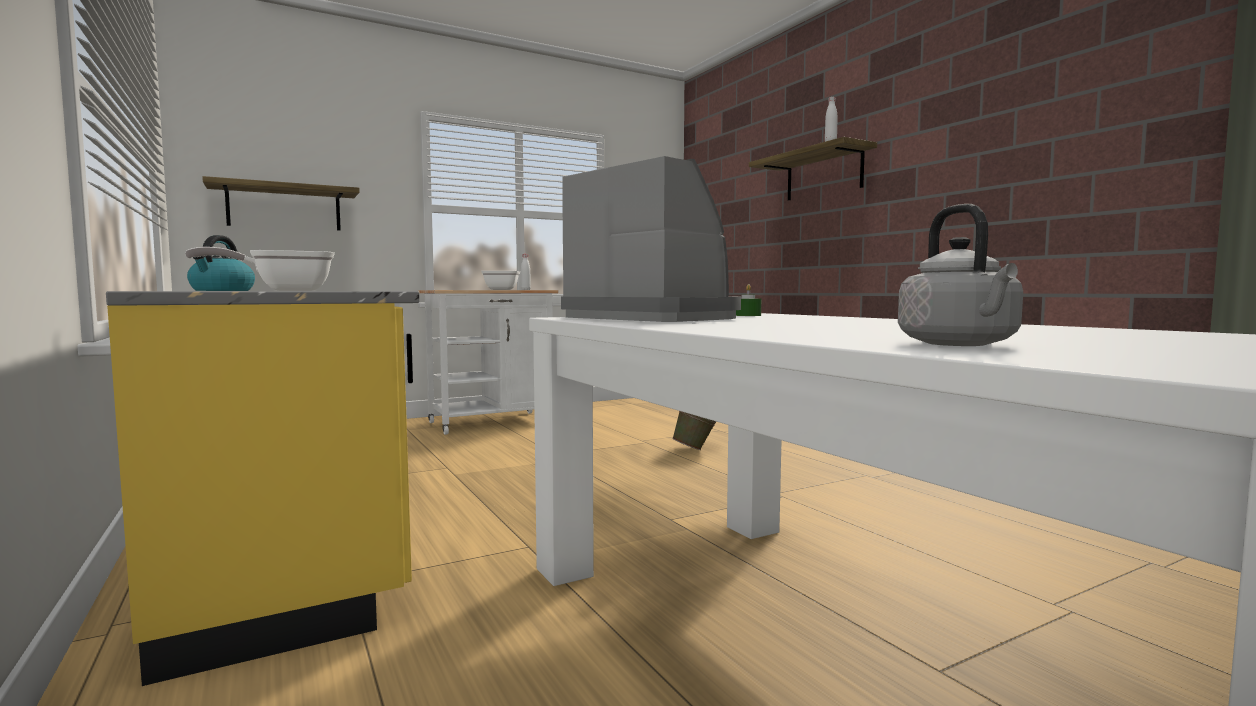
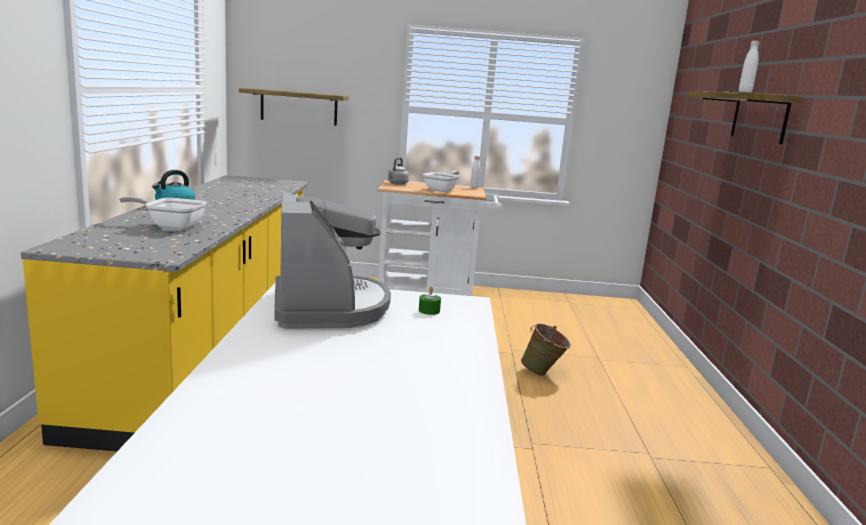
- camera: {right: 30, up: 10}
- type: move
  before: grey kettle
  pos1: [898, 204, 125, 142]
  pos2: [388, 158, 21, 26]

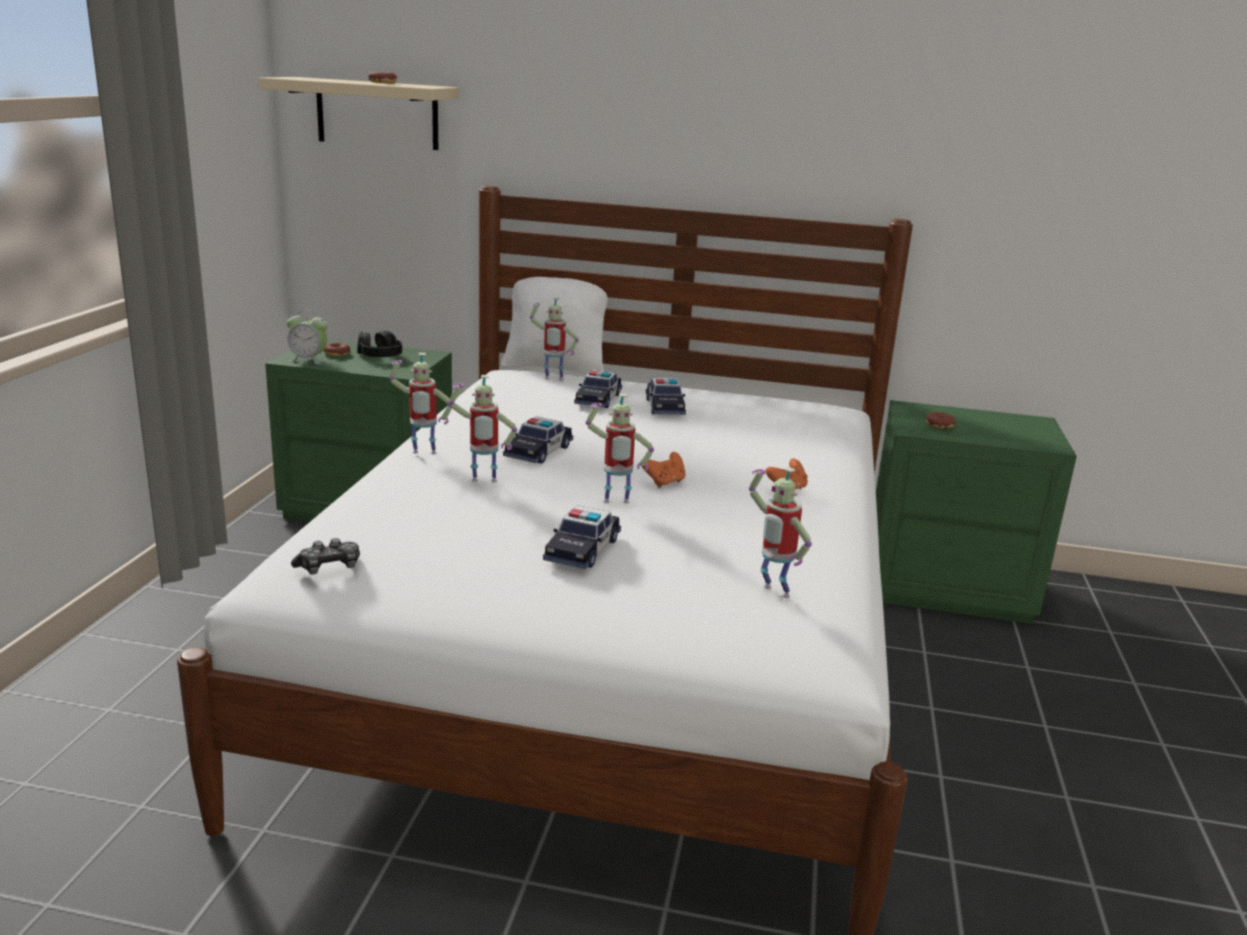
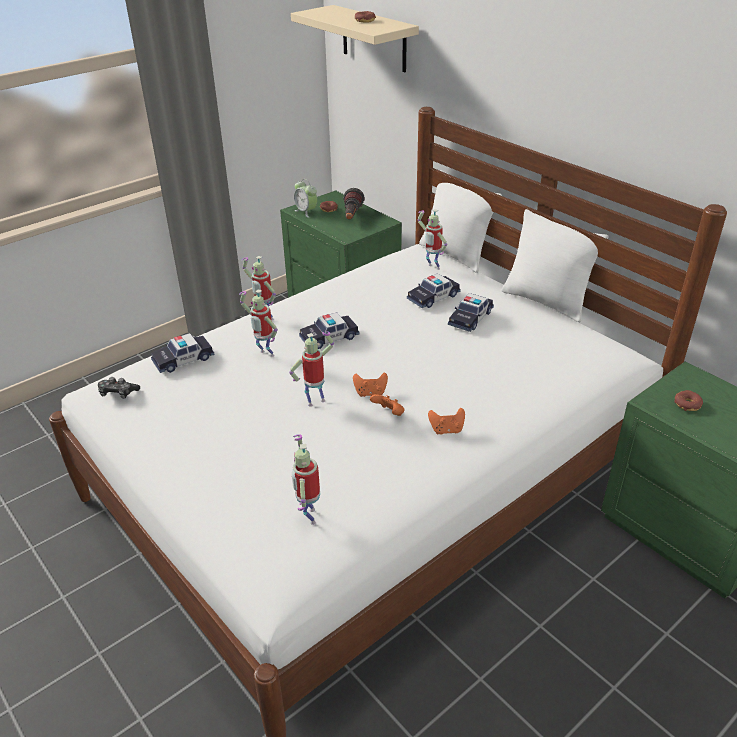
- camera: {right: 40, up: 15}
- type: insert
  after: orange game controller
  pos2: [370, 394, 34, 22]
- type: insert
  after: white pillow
  pos2: [501, 209, 107, 113]
- type: move
  before: toy car
  pos1: [543, 505, 78, 64]
  pos2: [151, 333, 63, 40]
- type: replace
  before: black headphones
  after: flashlight
  pos1: [357, 331, 45, 26]
  pos2: [343, 188, 22, 31]
- type: rotate
  before: toy robot
  pos1: [586, 394, 68, 110]
  pos2: [289, 331, 45, 75]
  turn: 120

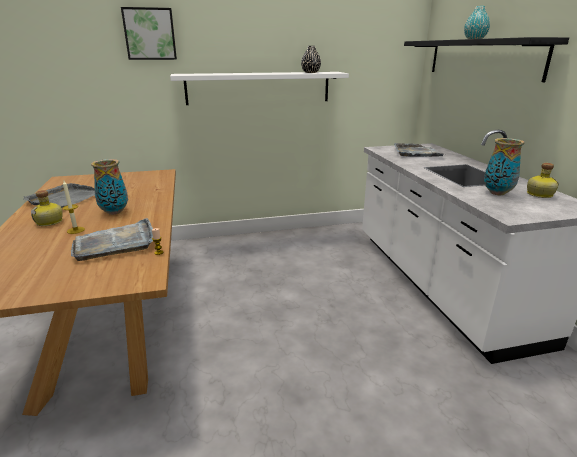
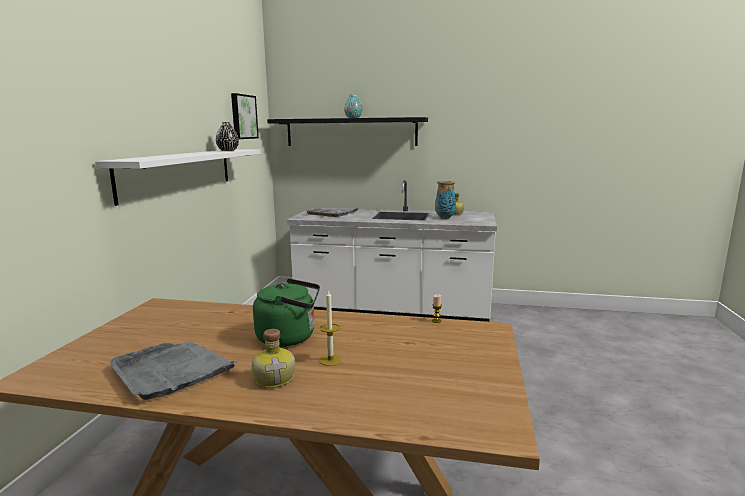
- camera: {right: -65, up: -10}
- type: delete
  before: grey tray
  pos1: [71, 218, 82, 43]
- type: move
  before: picture
  pos1: [121, 7, 56, 53]
  pos2: [231, 93, 28, 46]
- type: replace
  before: vase
  after: green kettle
  pos1: [91, 159, 37, 56]
  pos2: [253, 278, 67, 69]

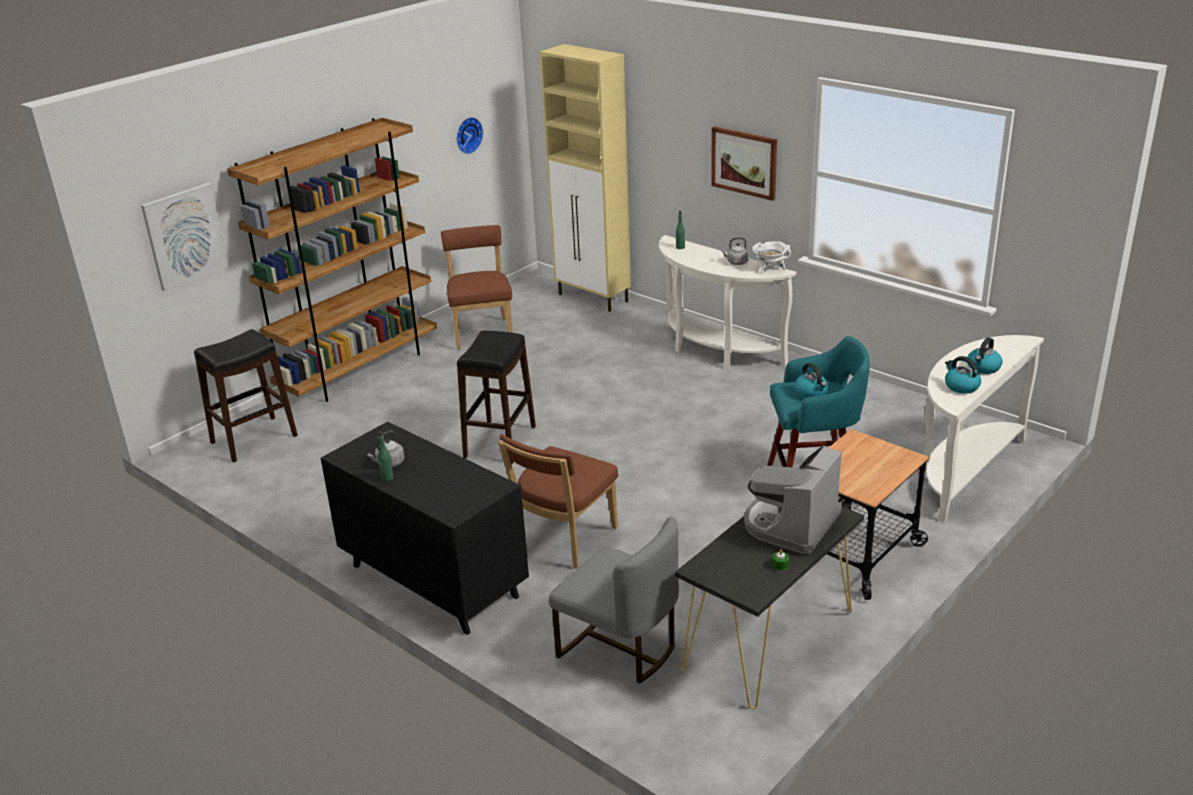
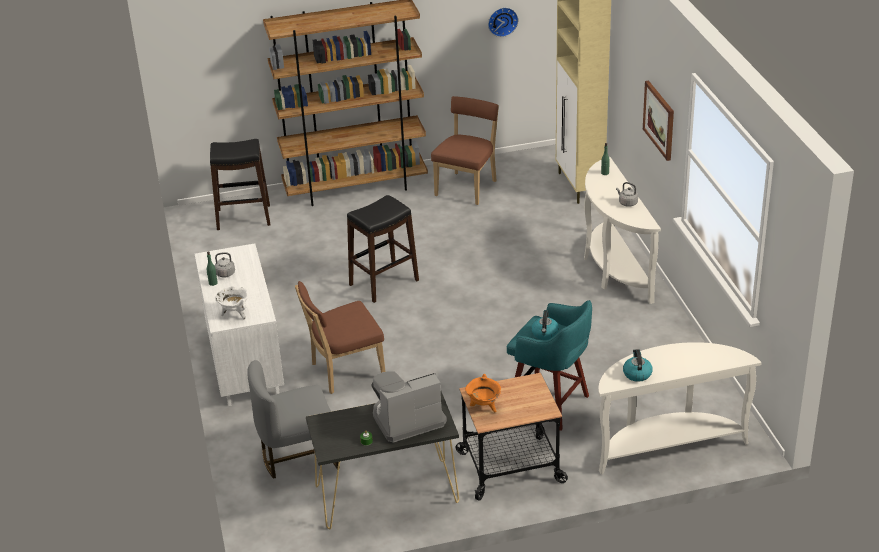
- camera: {right: 35, up: 5}
- type: delete
  before: picture
  pos1: [141, 183, 88, 108]
- type: delete
  before: kettle
  pos1: [967, 337, 35, 37]
- type: insert
  after: orange cooking pot
  pos2: [465, 374, 36, 39]
- type: move
  before: white cooking pot
  pos1: [752, 241, 39, 33]
  pos2: [215, 286, 33, 33]
- type: recolor
  before: black dresser
  after: white dresser
  pos1: [321, 421, 208, 214]
  pos2: [195, 244, 89, 162]
- type: rotate
  before: grey chair
  pos1: [549, 517, 130, 166]
  pos2: [247, 360, 93, 119]
  turn: 90

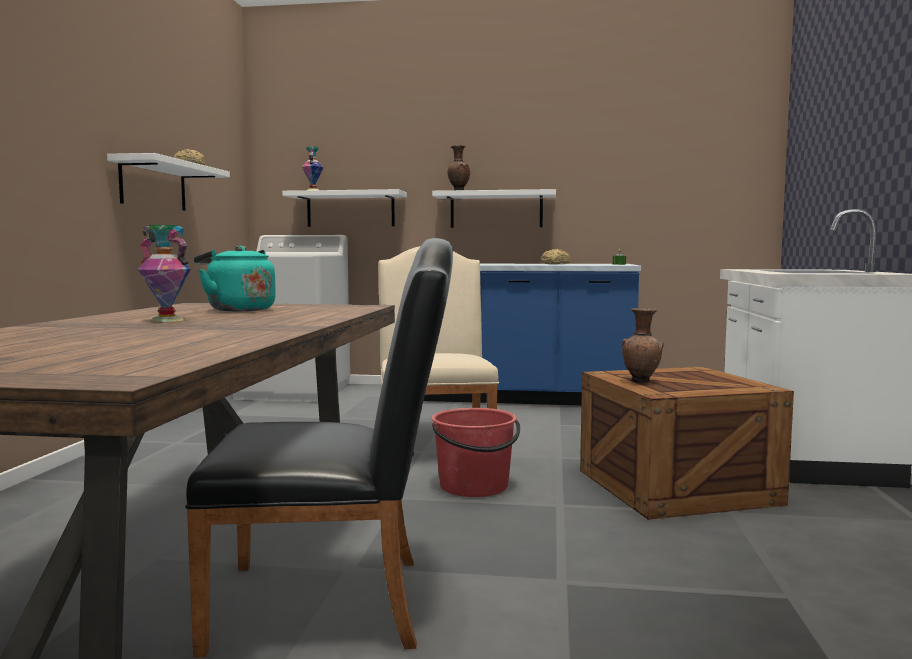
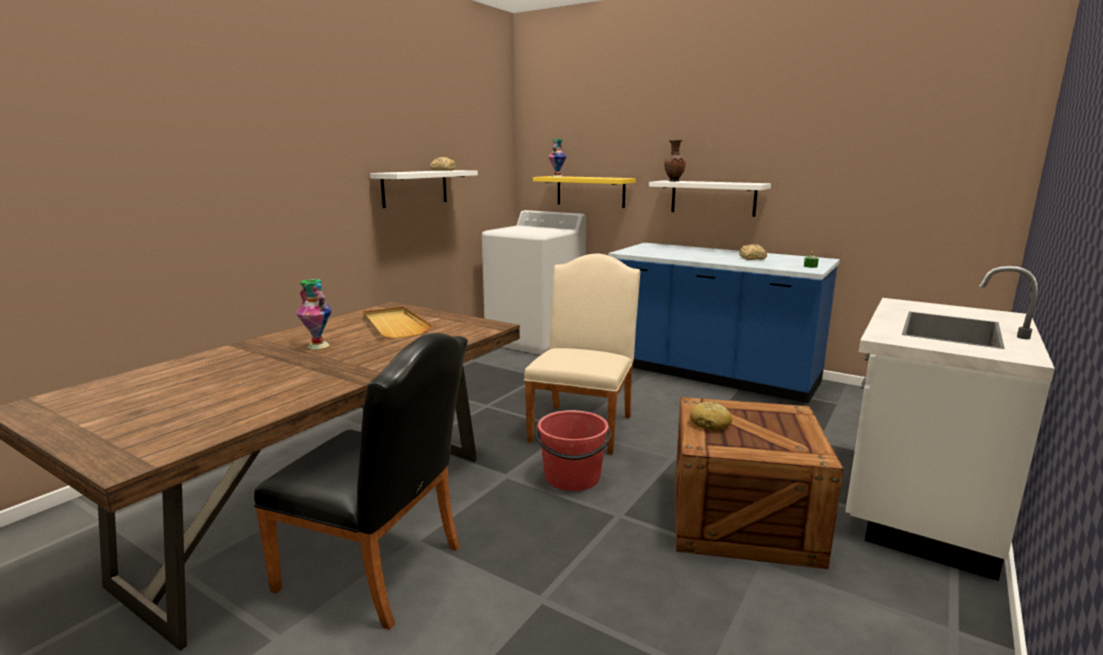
- camera: {right: 25, up: 10}
- type: replace
  before: turquoise kettle
  after: beige tray
  pos1: [194, 246, 82, 65]
  pos2: [363, 307, 69, 32]
- type: replace
  before: brown vase
  after: bread
  pos1: [622, 308, 42, 76]
  pos2: [690, 402, 42, 28]
- type: recolor
  before: white shelf
  after: yellow shelf
  pos1: [282, 189, 125, 38]
  pos2: [533, 176, 103, 32]

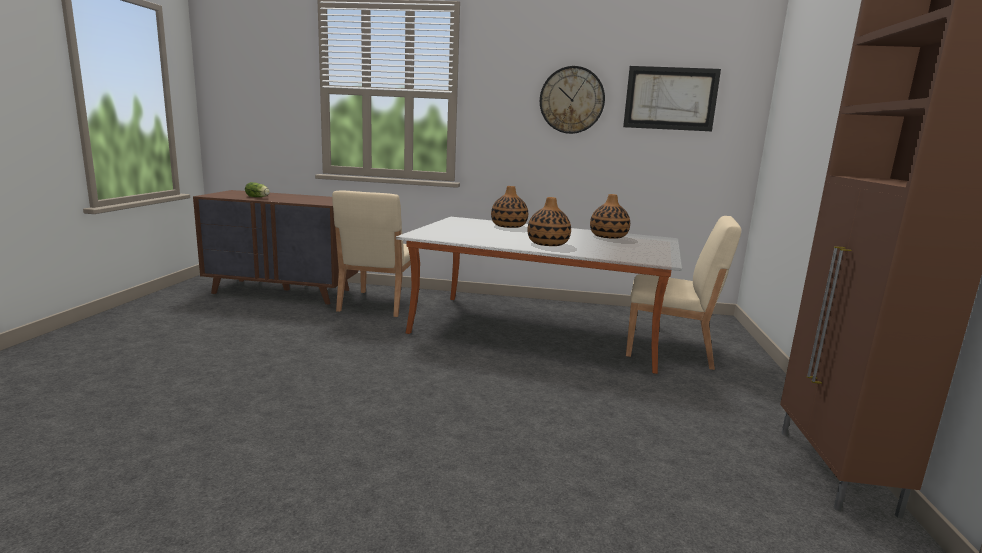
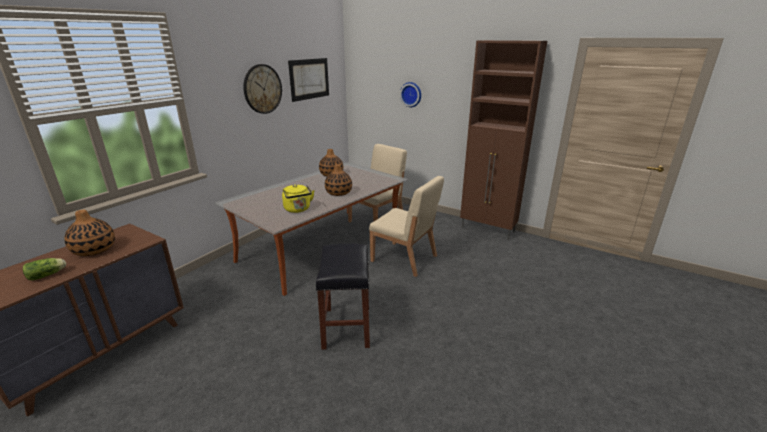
- camera: {right: -65, up: 10}
- type: insert
  after: yellow kettle
  pos2: [282, 185, 33, 28]
- type: insert
  after: black stool
  pos2: [316, 243, 54, 107]
- type: insert
  after: wall clock
  pos2: [400, 82, 21, 25]
- type: move
  before: beige chair
  pos1: [332, 190, 79, 127]
  pos2: [369, 176, 75, 101]
- type: move
  before: vase
  pos1: [491, 186, 37, 42]
  pos2: [64, 210, 51, 46]

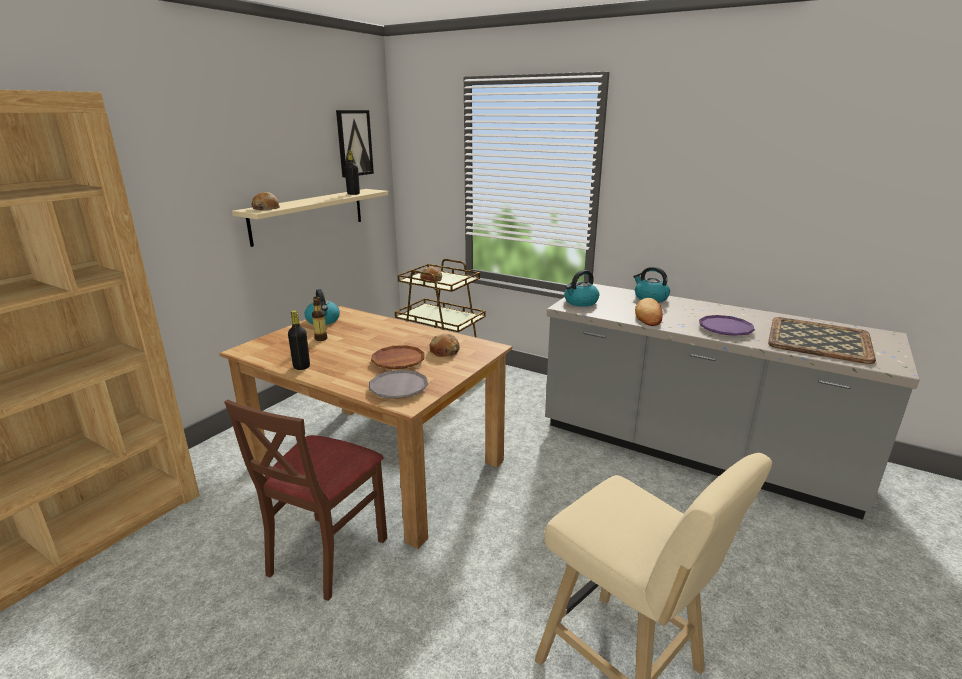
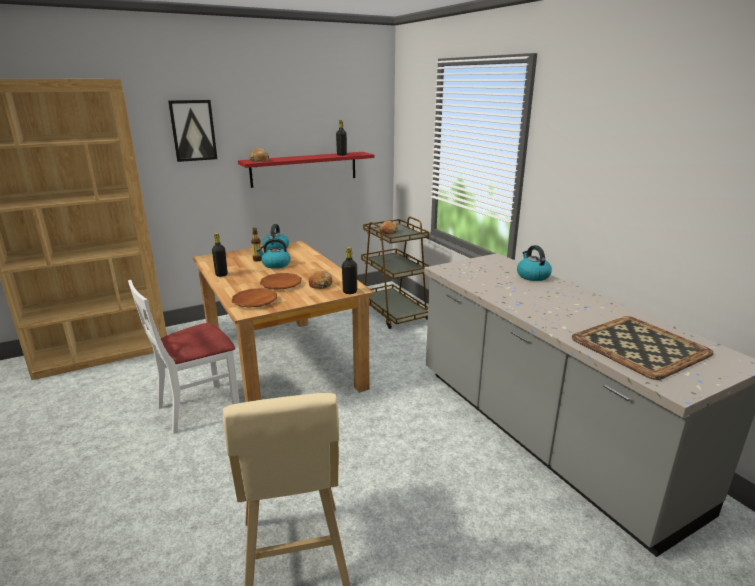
- camera: {right: 30, up: 0}
- type: delete
  before: bread
  pos1: [635, 298, 28, 28]
- type: delete
  before: purple plate
  pos1: [699, 315, 56, 21]
- type: insert
  after: black bottle
  pos2: [342, 247, 15, 47]
- type: move
  before: picture
  pos1: [336, 110, 38, 67]
  pos2: [168, 100, 49, 62]
- type: move
  before: kettle
  pos1: [564, 270, 35, 37]
  pos2: [256, 239, 34, 30]
- type: recolor
  before: brown chair
  after: white chair
  pos1: [224, 399, 163, 202]
  pos2: [128, 280, 112, 154]
- type: recolor
  before: beige shelf
  after: red shelf
  pos1: [232, 189, 157, 58]
  pos2: [238, 152, 136, 36]
- type: recolor
  before: grey plate
  after: brown plate
  pos1: [369, 370, 59, 29]
  pos2: [232, 288, 45, 20]

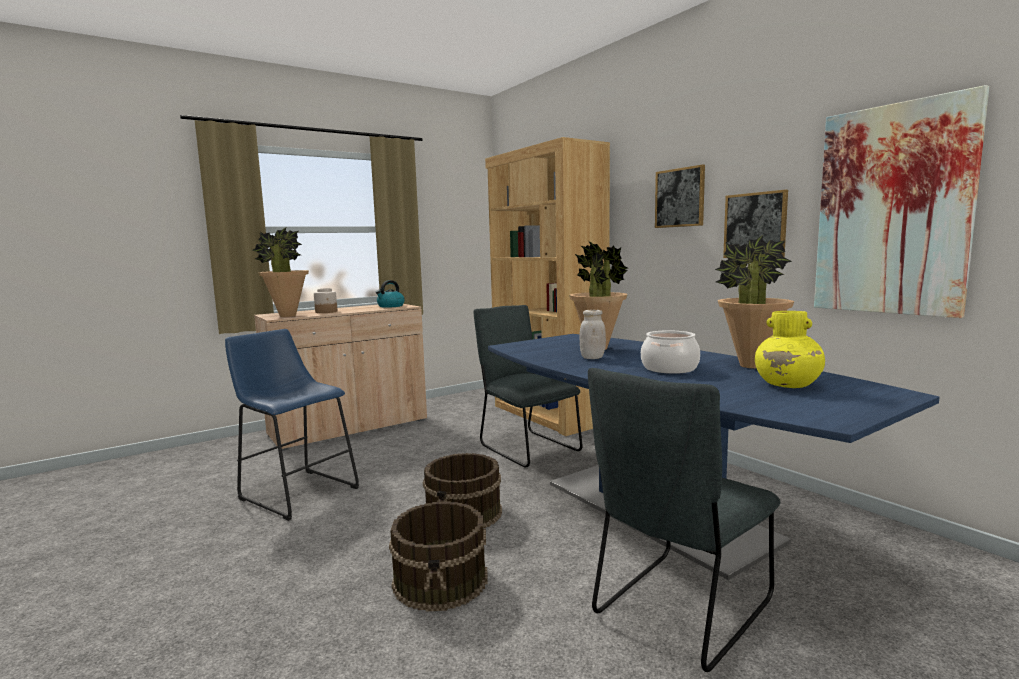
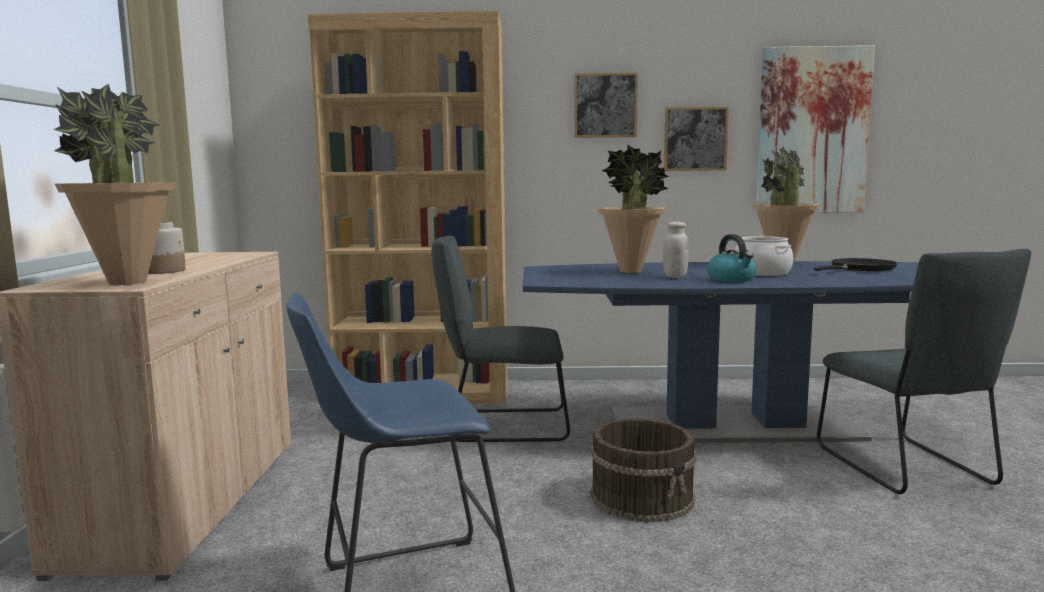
- camera: {right: -55, up: 0}
- type: delete
  before: brown bucket
  pos1: [389, 501, 98, 111]
- type: move
  before: kettle
  pos1: [376, 280, 29, 28]
  pos2: [707, 234, 50, 48]
- type: replace
  before: yellow vase
  after: black frying pan
  pos1: [755, 311, 70, 77]
  pos2: [814, 258, 83, 13]

